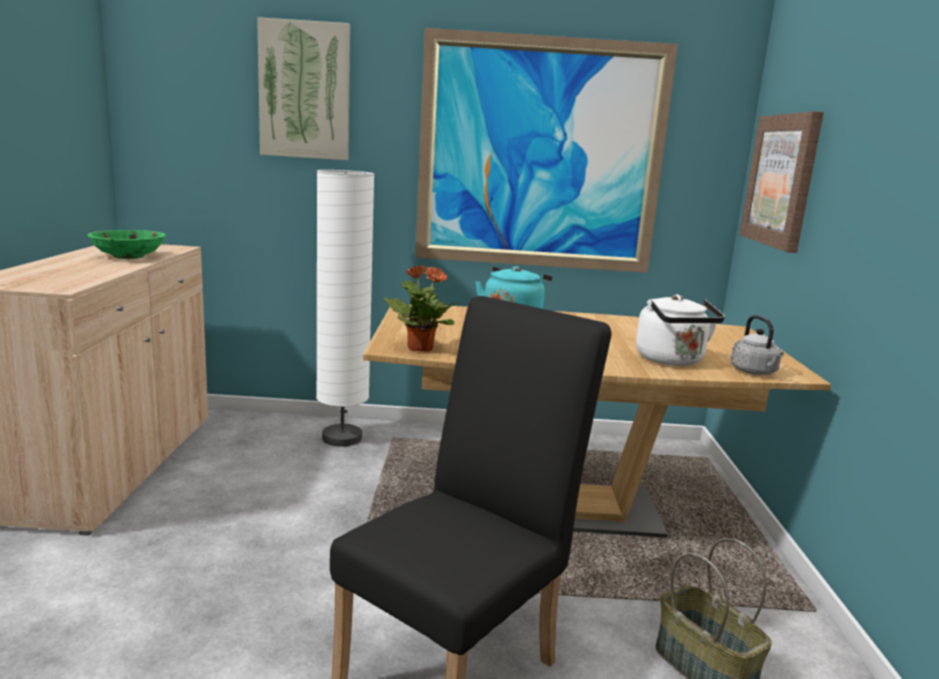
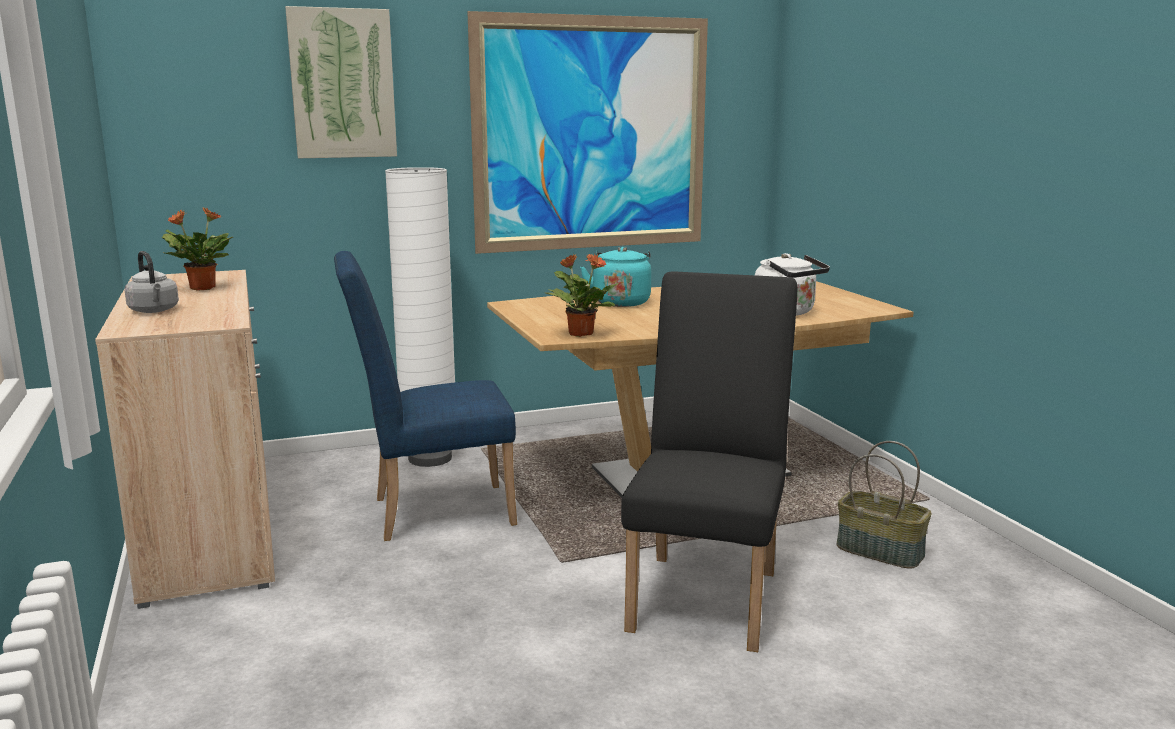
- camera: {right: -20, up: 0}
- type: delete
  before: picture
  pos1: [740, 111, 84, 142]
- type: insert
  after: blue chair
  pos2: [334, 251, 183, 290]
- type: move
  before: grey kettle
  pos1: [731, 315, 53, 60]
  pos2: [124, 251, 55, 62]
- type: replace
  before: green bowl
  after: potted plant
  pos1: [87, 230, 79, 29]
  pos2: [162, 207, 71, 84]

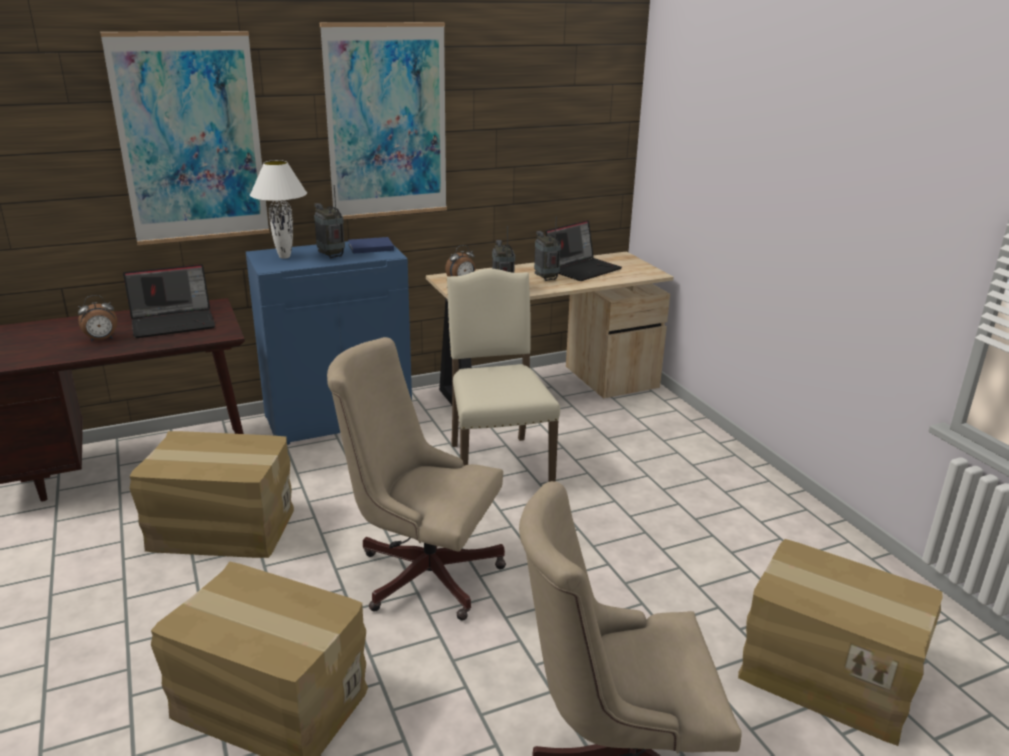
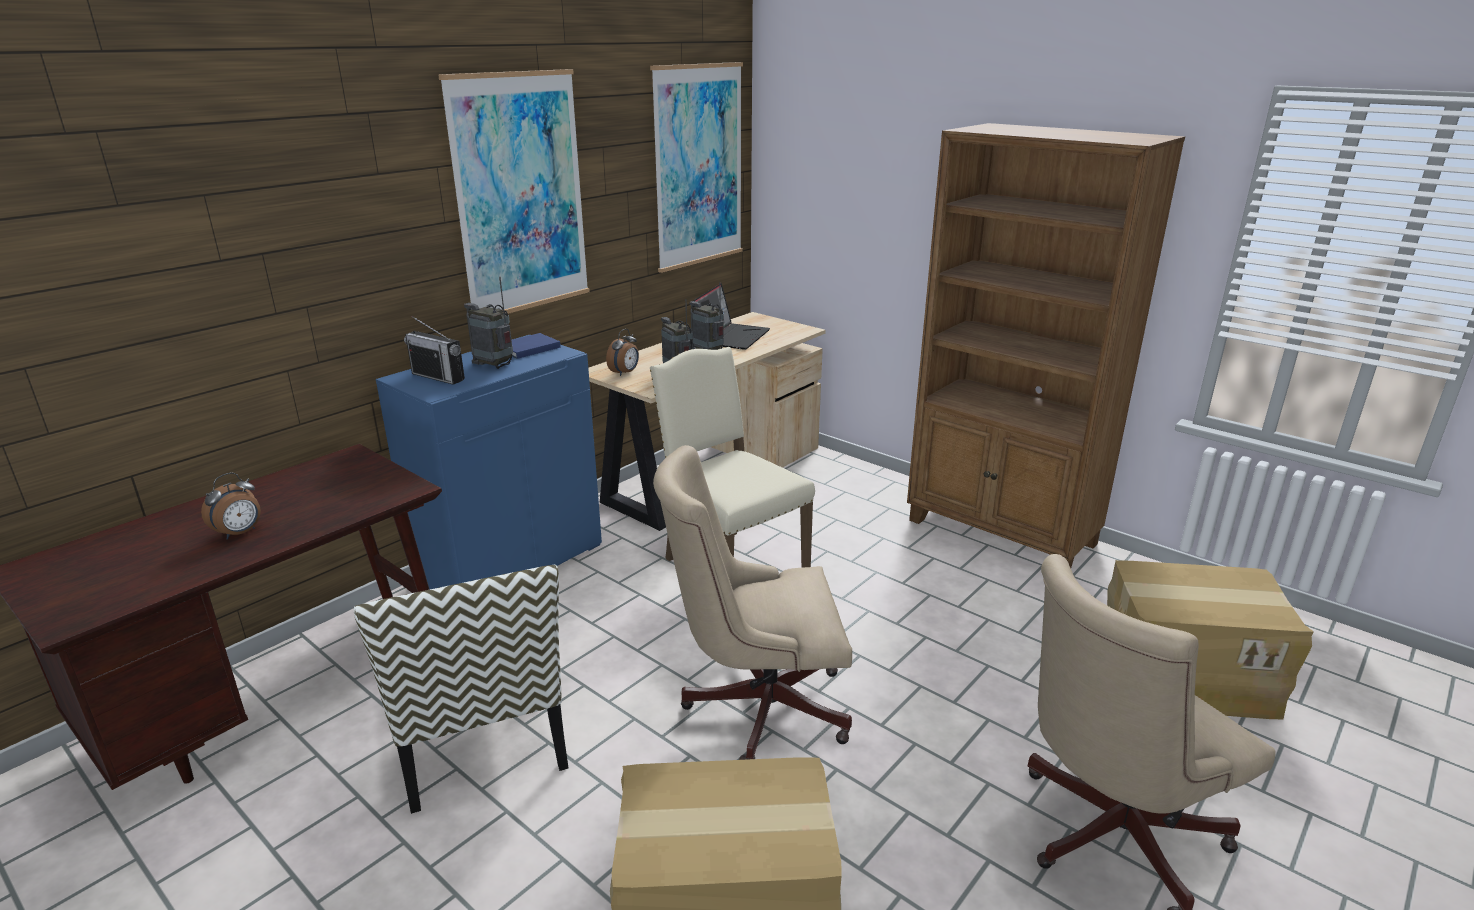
- camera: {right: -25, up: 0}
- type: delete
  before: laptop
  pos1: [123, 264, 92, 74]
- type: insert
  after: brown bookcase
  pos2: [907, 123, 278, 445]
- type: move
  before: picture
  pos1: [100, 31, 170, 214]
  pos2: [650, 62, 93, 211]
- type: replace
  before: cardboard box
  after: chair
  pos1: [130, 431, 164, 127]
  pos2: [353, 565, 216, 249]
- type: replace
  before: white table lamp
  after: radio
  pos1: [250, 160, 57, 99]
  pos2: [404, 316, 61, 69]

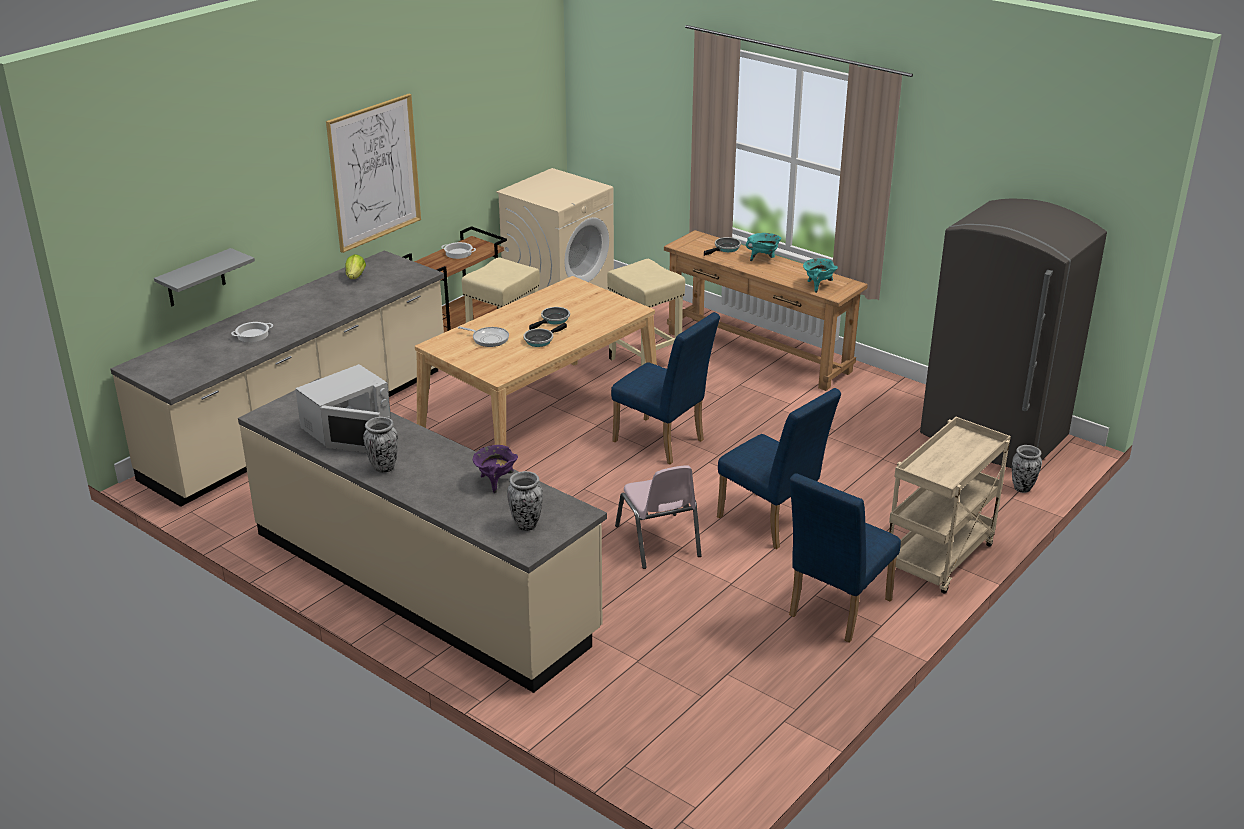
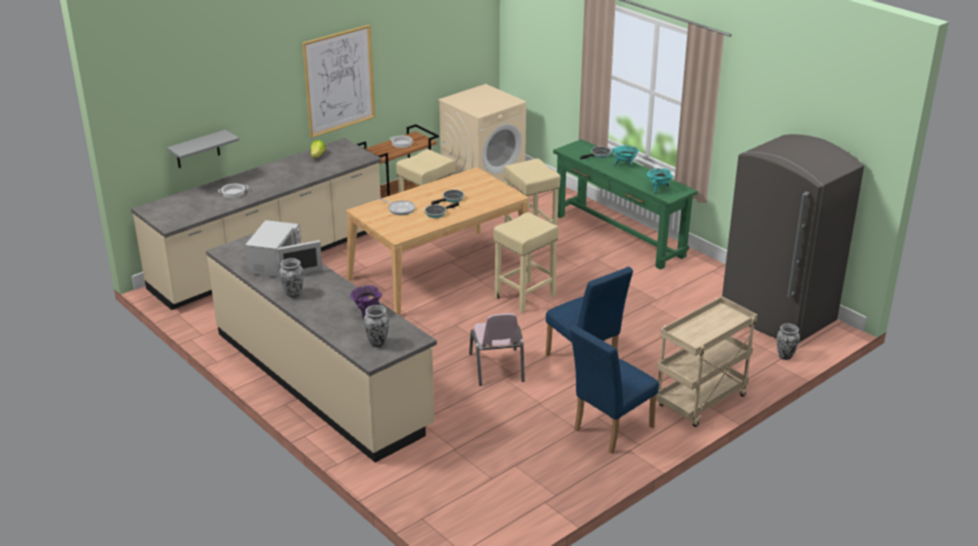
- camera: {right: 10, up: 0}
- type: replace
  before: blue chair
  after: beige stool
  pos1: [611, 312, 109, 152]
  pos2: [493, 212, 66, 101]
- type: recolor
  before: brown console table
  after: green console table
  pos1: [664, 230, 204, 161]
  pos2: [553, 139, 144, 131]
- type: rotate
  before: white microwave
  pos1: [295, 364, 96, 89]
  pos2: [245, 220, 78, 57]
  turn: -45

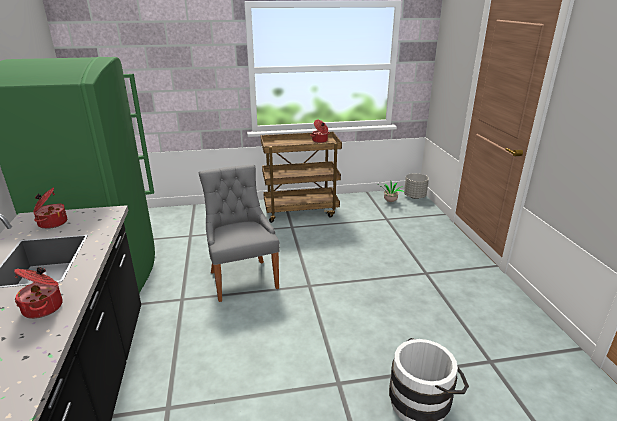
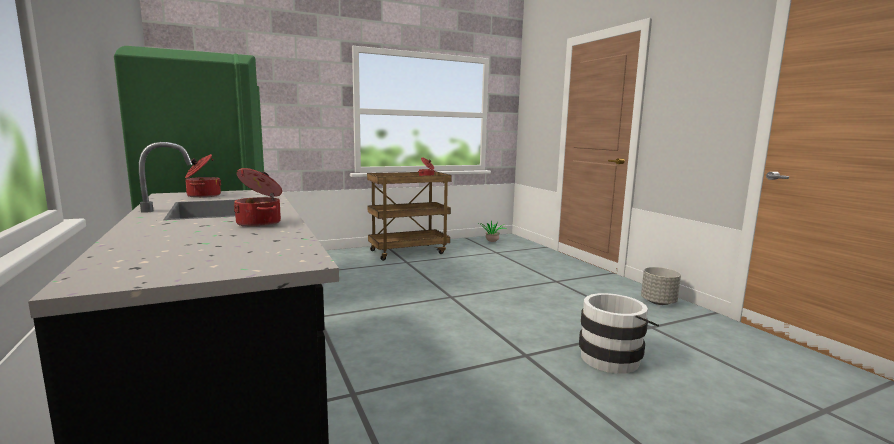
- camera: {right: -15, up: -15}
- type: delete
  before: grey chair
  pos1: [199, 165, 81, 137]
- type: move
  before: grey planter
  pos1: [404, 173, 25, 26]
  pos2: [641, 267, 40, 38]

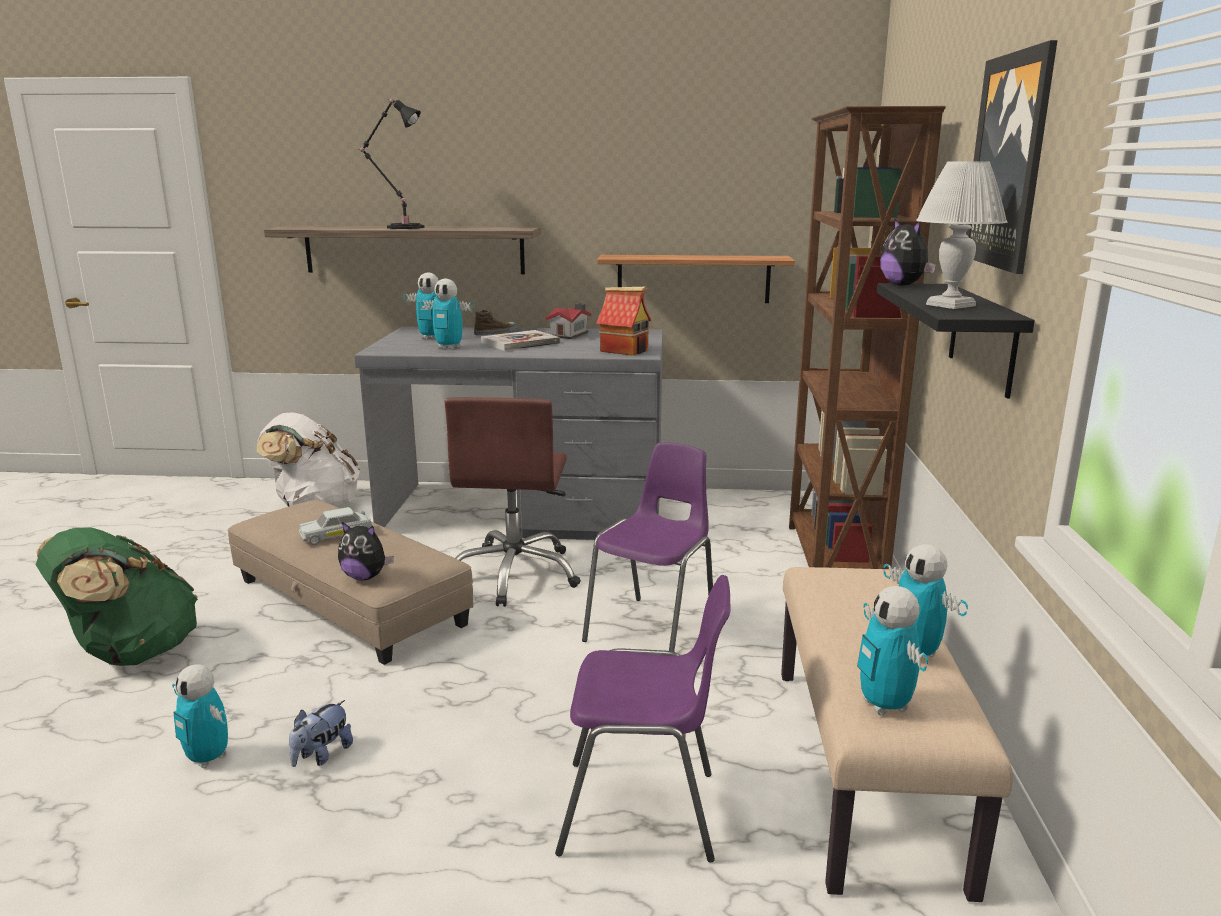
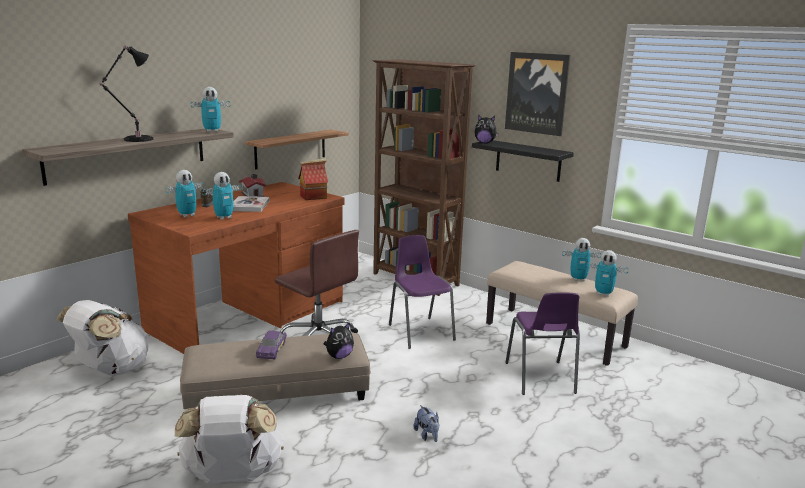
- camera: {right: -55, up: 0}
- type: delete
  before: white table lamp
  pos1: [916, 161, 91, 148]
- type: move
  before: toy robot
  pos1: [172, 664, 56, 104]
  pos2: [191, 87, 40, 46]
- type: recolor
  before: green backpack
  after: white backpack
  pos1: [36, 527, 162, 139]
  pos2: [175, 394, 109, 89]
- type: recolor
  before: white toy car
  after: purple toy car
  pos1: [299, 507, 74, 38]
  pos2: [256, 331, 31, 28]
- type: recolor
  before: grey desk
  after: brown desk
  pos1: [354, 326, 309, 214]
  pos2: [128, 182, 217, 172]
- type: rotate
  before: purple chair
  pos1: [555, 575, 176, 288]
  pos2: [505, 292, 75, 103]
  turn: 135

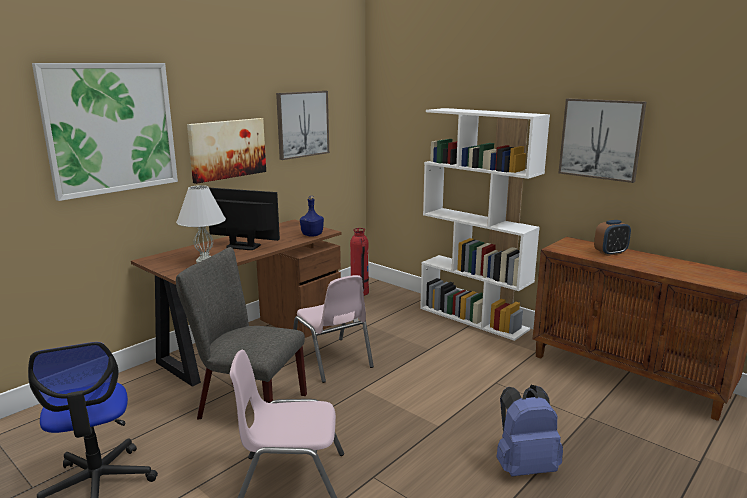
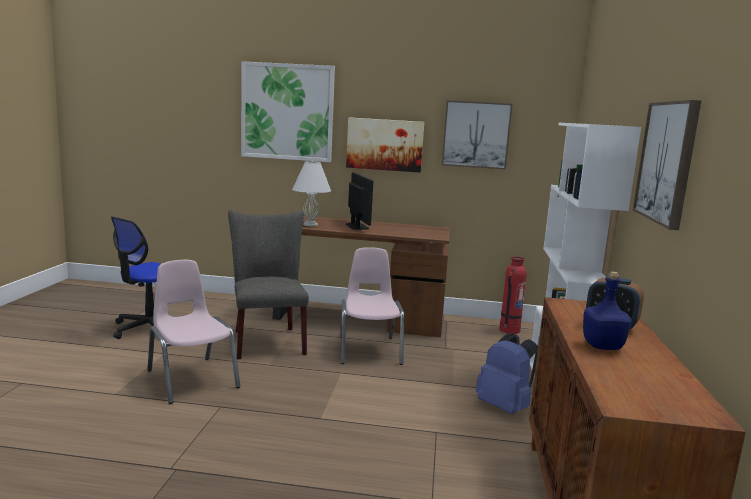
- camera: {right: 55, up: -5}
- type: move
  before: blue bottle
  pos1: [300, 196, 24, 41]
  pos2: [583, 271, 49, 79]
- type: move
  before: blue backpack
  pos1: [497, 385, 66, 92]
  pos2: [476, 333, 62, 81]
- type: rotate
  before: pink chair
  pos1: [293, 275, 81, 108]
  pos2: [340, 247, 64, 118]
  turn: 150

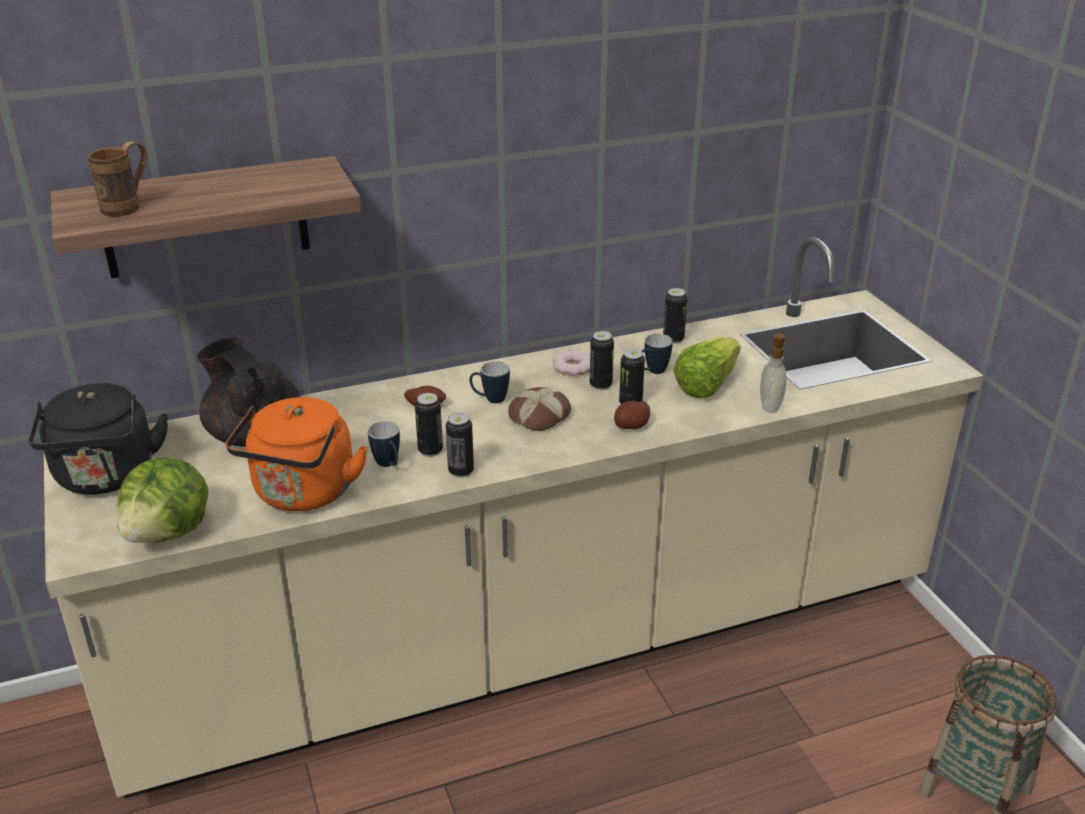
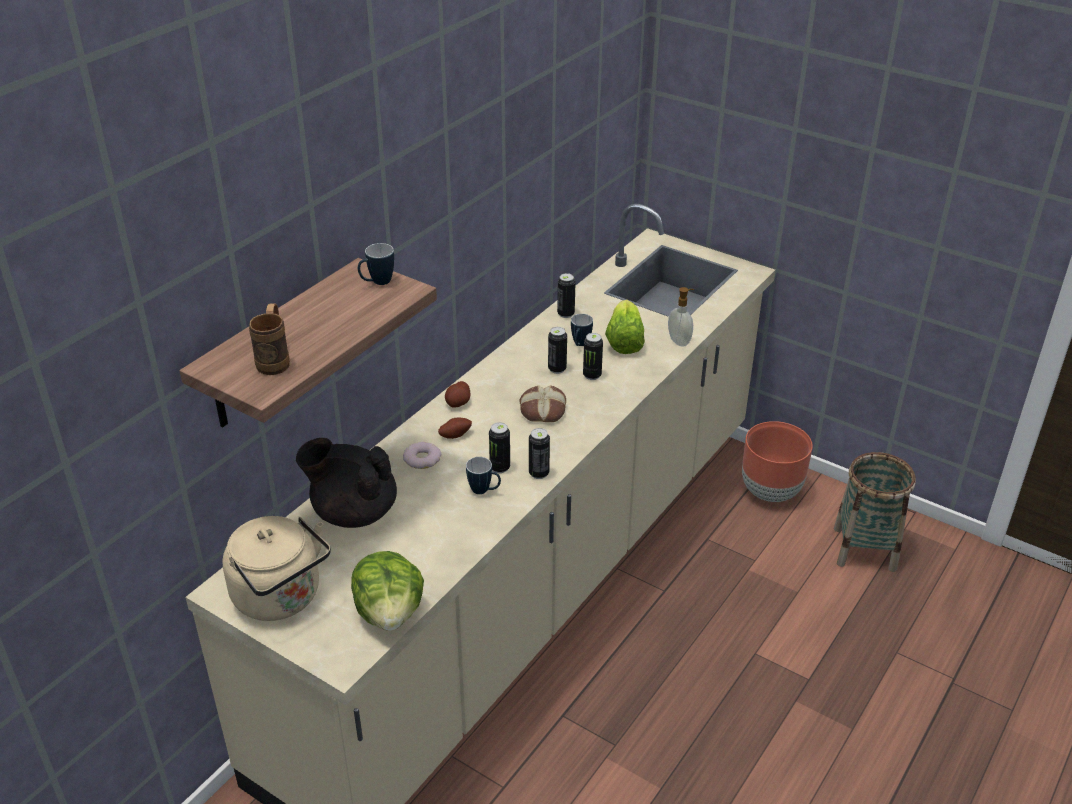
- camera: {right: -35, up: 5}
- type: delete
  before: orange kettle
  pos1: [226, 397, 142, 114]
- type: insert
  after: brown planter
  pos2: [742, 421, 71, 81]
- type: move
  before: mug
  pos1: [469, 361, 41, 42]
  pos2: [358, 243, 36, 42]
- type: move
  before: donut
  pos1: [553, 350, 37, 26]
  pos2: [403, 442, 38, 27]
- type: move
  before: potato
  pos1: [614, 401, 36, 28]
  pos2: [445, 381, 25, 27]
- type: recolor
  before: black kettle
  after: beige kettle
  pos1: [28, 383, 140, 112]
  pos2: [222, 516, 109, 105]

